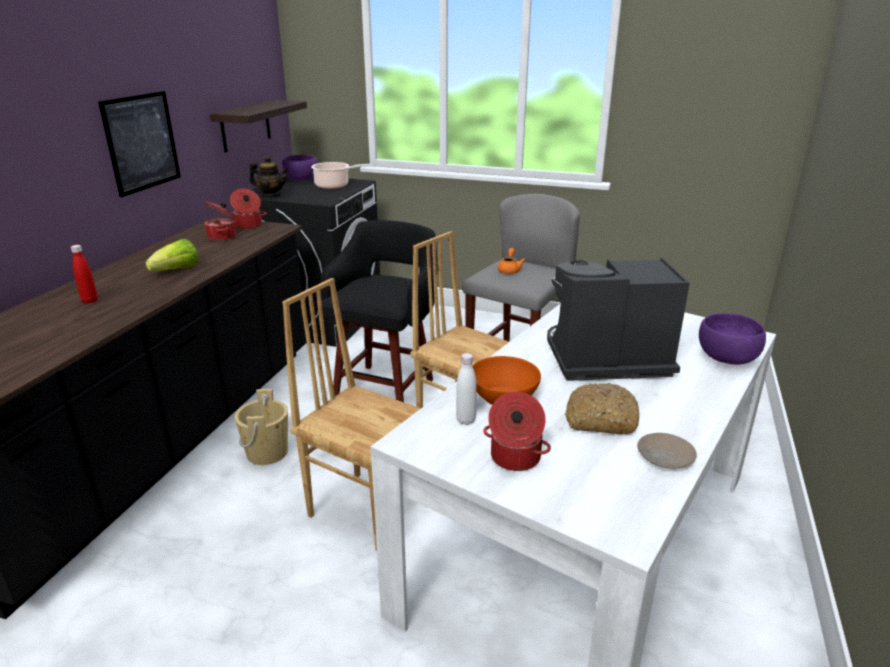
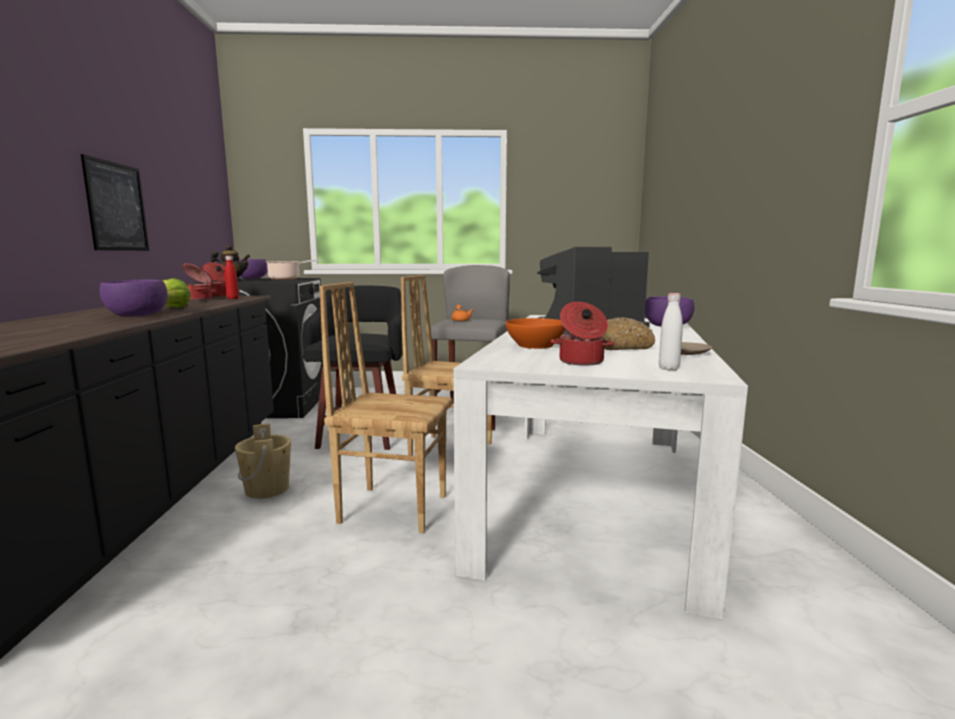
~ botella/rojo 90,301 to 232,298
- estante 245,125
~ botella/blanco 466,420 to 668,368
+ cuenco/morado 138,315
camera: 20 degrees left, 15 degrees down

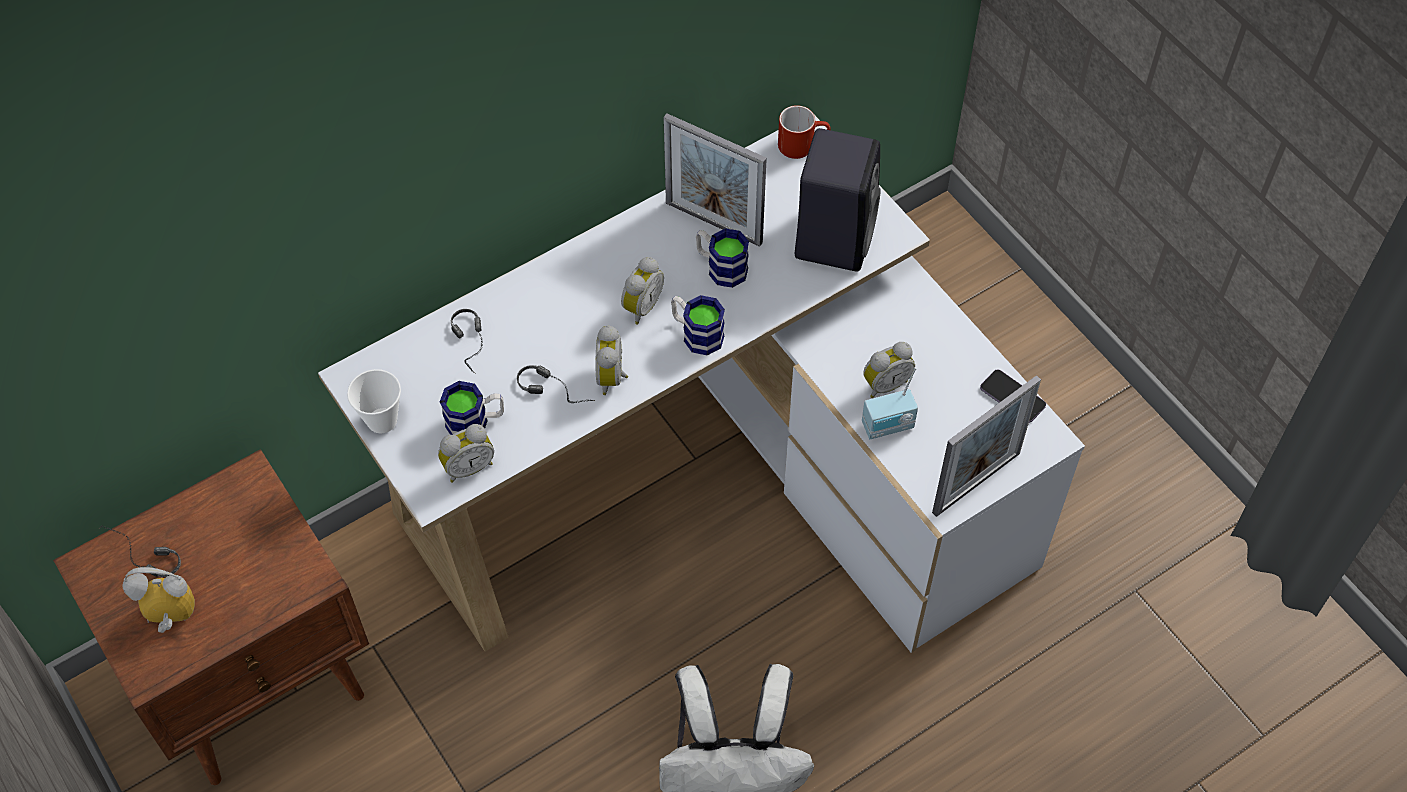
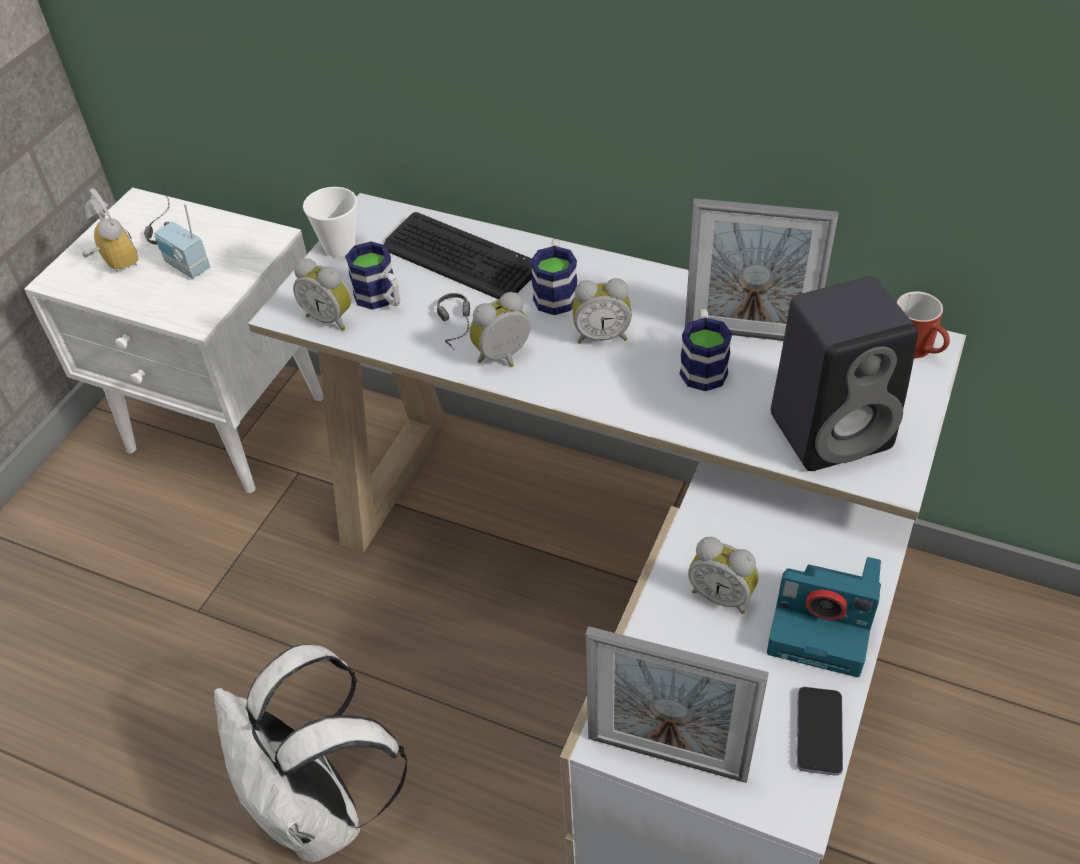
~ mesita de noche/marrón 258,679 to mesita de noche/blanco 228,425
~ auriculares 474,347 to teclado 459,259
~ portarretratos 713,223 = 749,334 75 degrees counterclockwise
~ taza grande 696,333 to 555,293
~ radio 888,427 to 186,267
+ cámara 824,624
camera: 60 degrees right, 10 degrees down

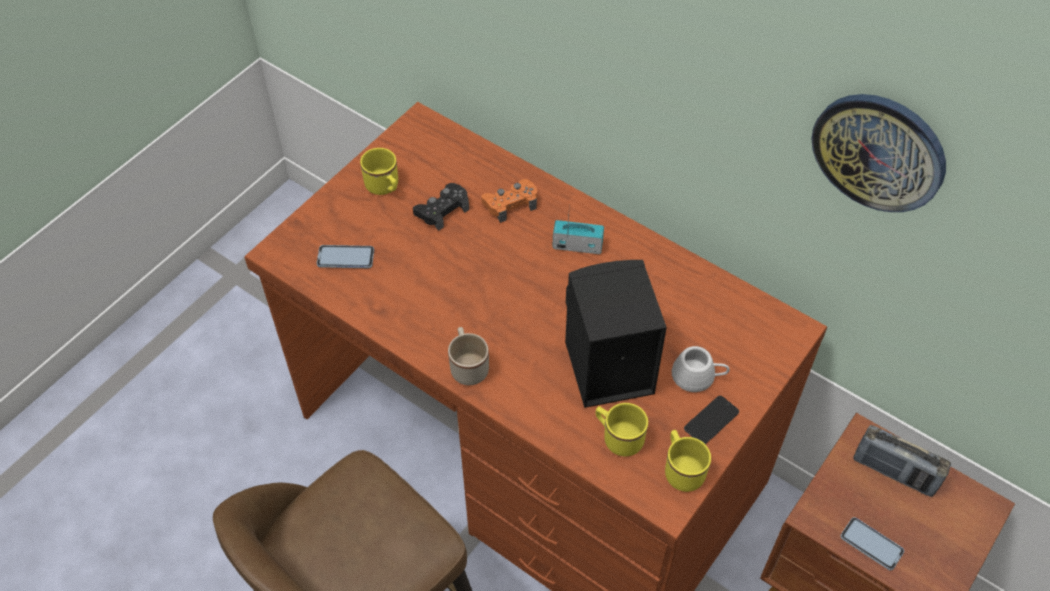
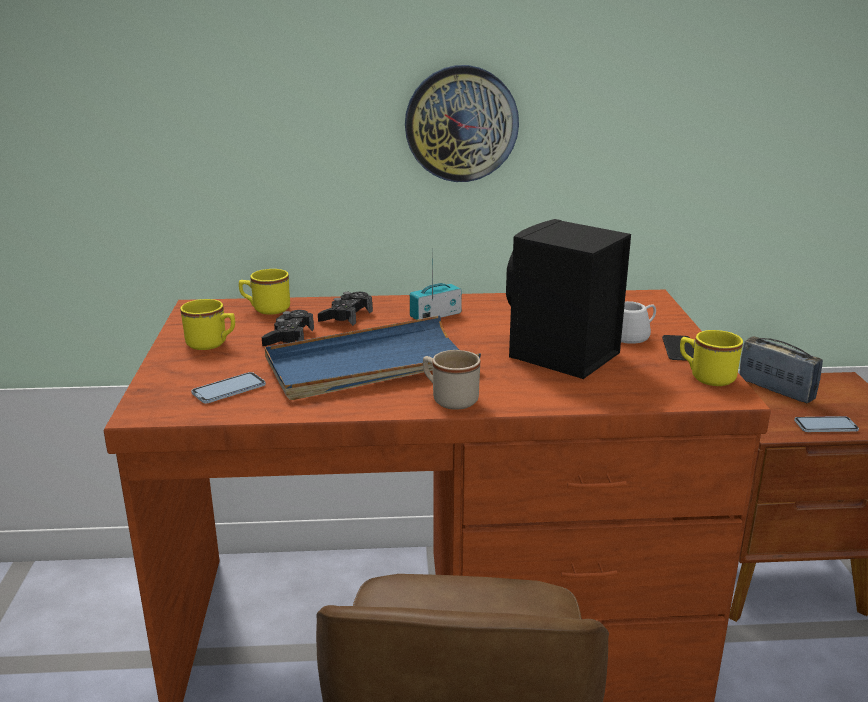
~ mando de consola/naranja 510,204 to mando de consola/negro 346,316
~ taza grande/amarillo 618,437 to 266,309
~ reloj de pared 879,151 to 461,124
~ radio 894,472 = 776,389 120 degrees counterclockwise
+ bandeja/azul 369,365
camera: 40 degrees left, 30 degrees down

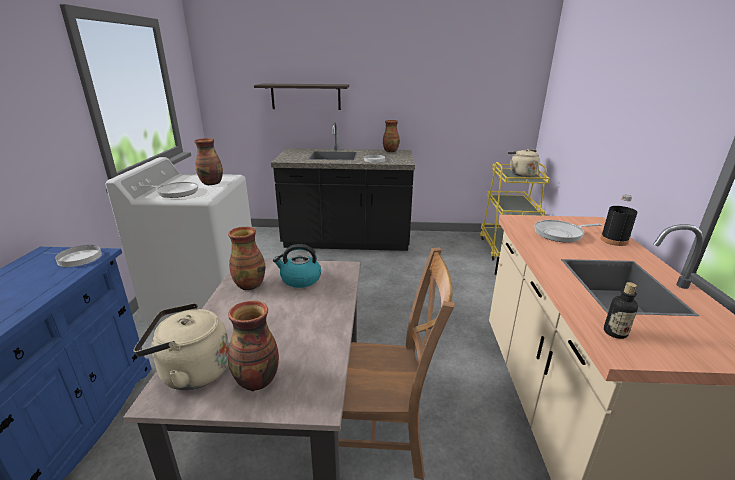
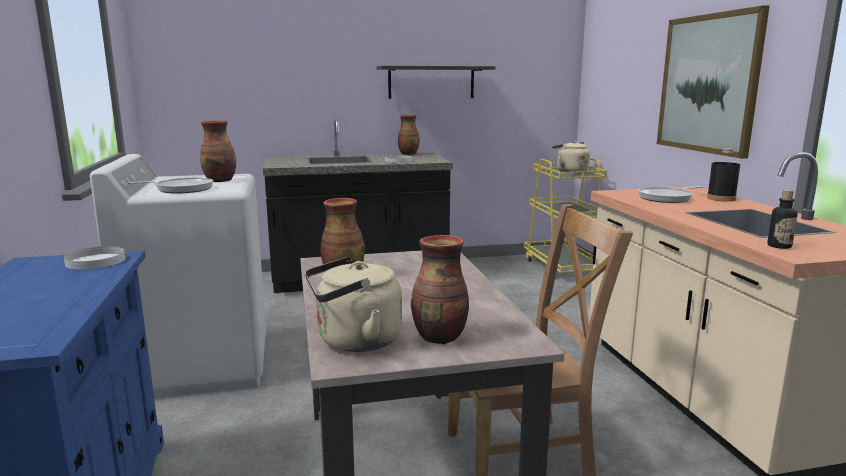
~ estante 305,96 to 431,82
- hervidor 300,279
+ cuadro 708,84
camera: 15 degrees left, 10 degrees down

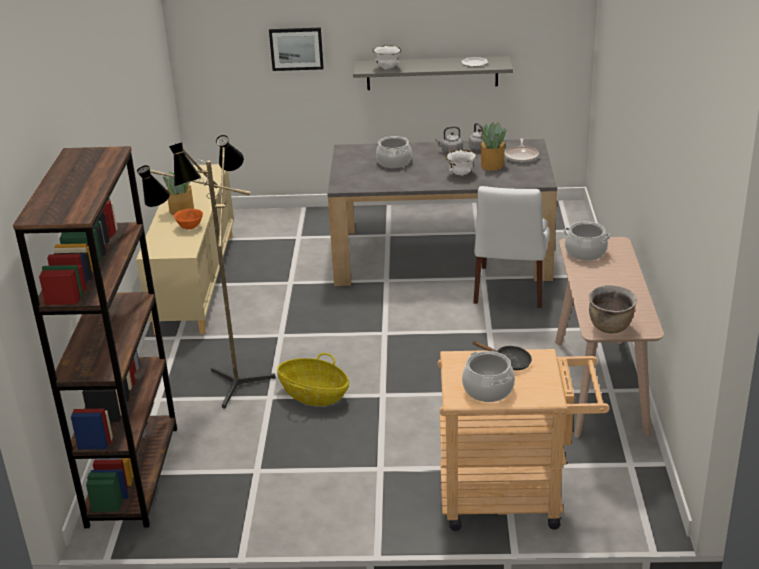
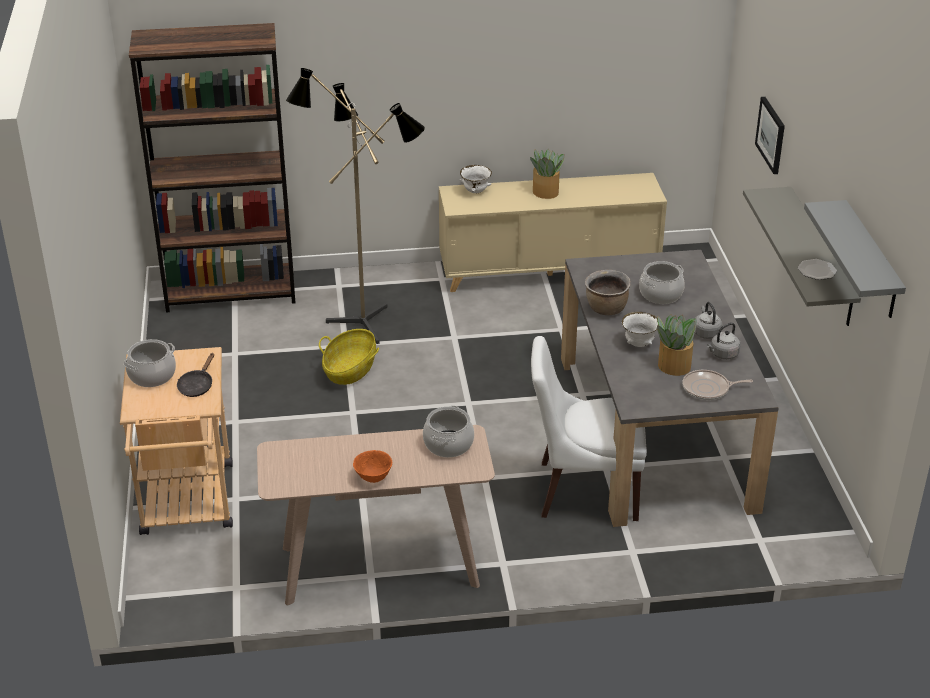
~ cuenco/naranja 190,227 to 373,478
~ cuenco/blanco 387,68 to 475,191
~ olla/marrón 610,327 to 606,309
+ estante/gris 871,261
camera: 80 degrees right, 5 degrees up

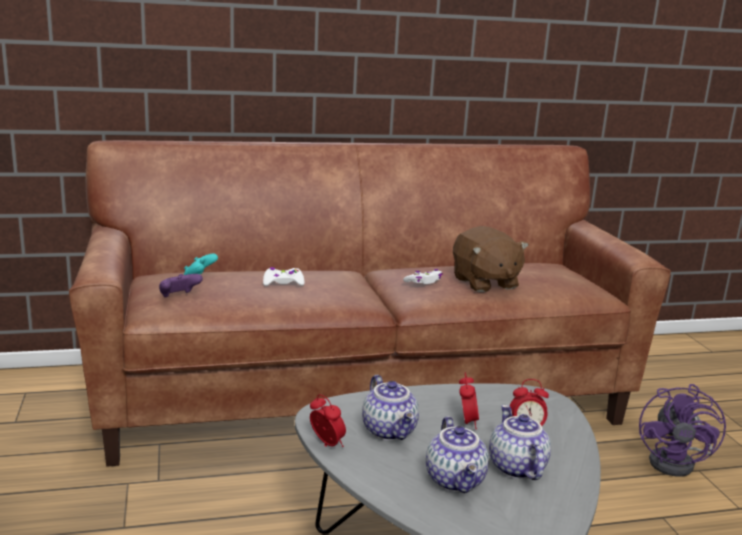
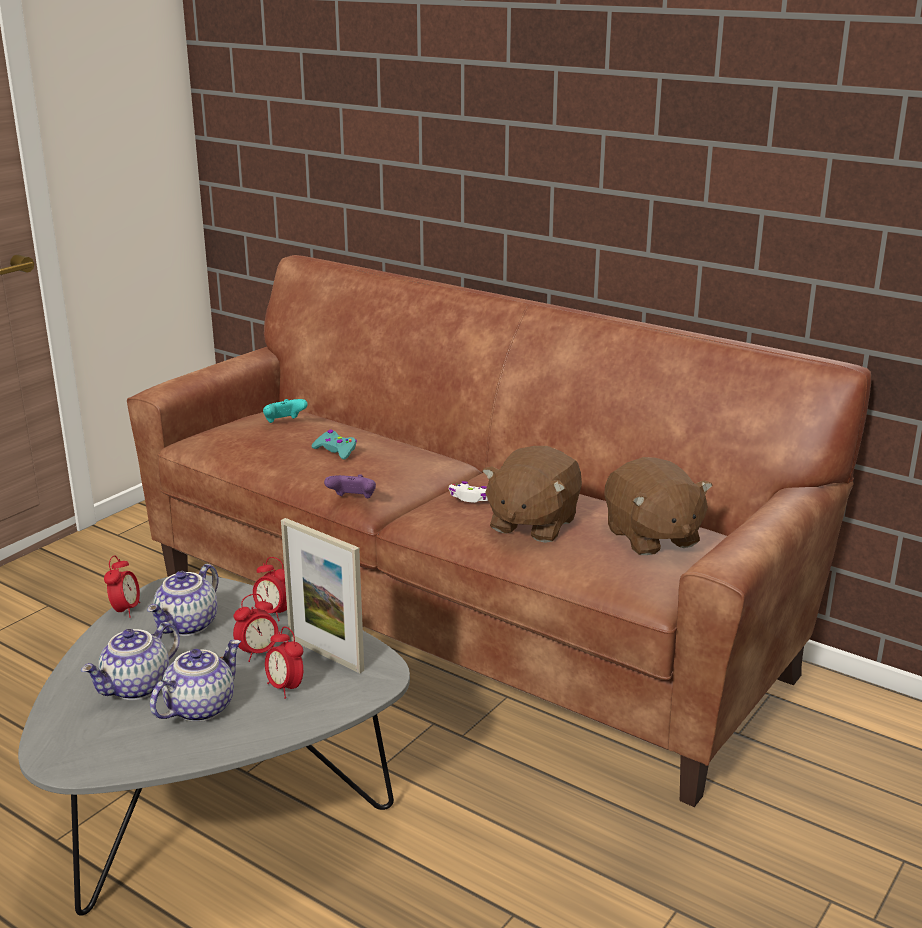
~ mando de consola/morado 179,297 to 352,500
~ mando de consola/blanco 283,282 to mando de consola/turquesa 336,450
- ventilador/morado 678,463
+ despertador 274,613
+ portarretratos 325,654
+ peluche/marrón 651,537
camera: 50 degrees right, 5 degrees up

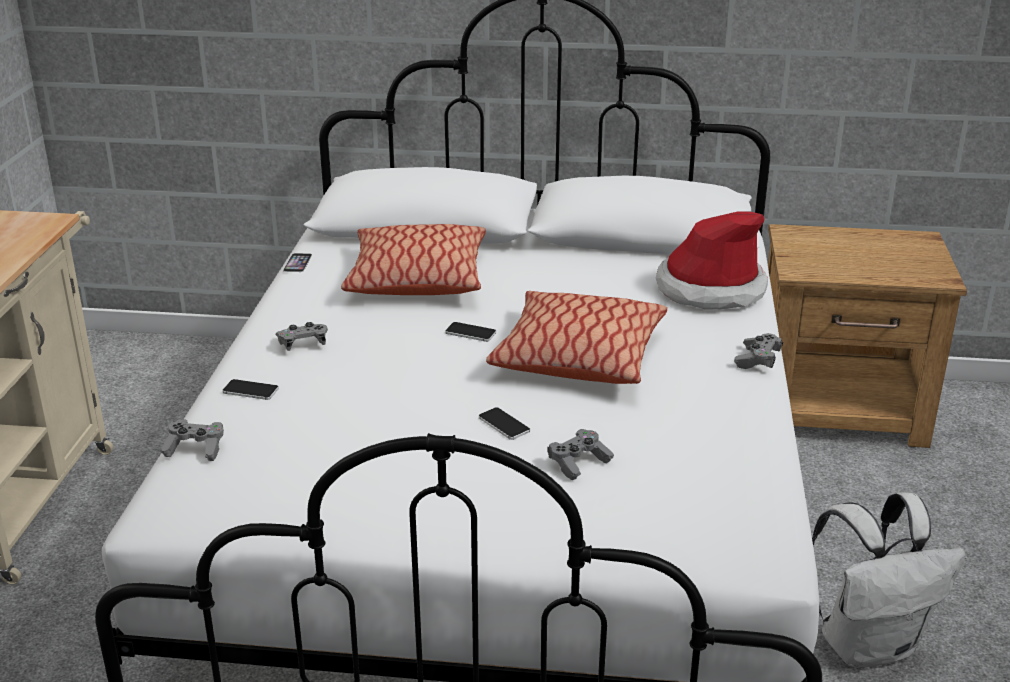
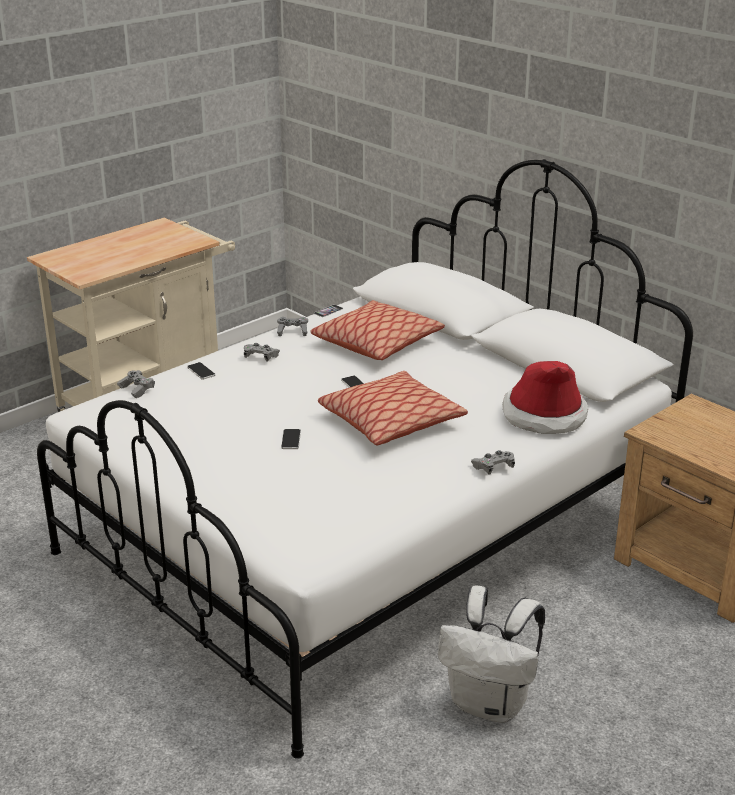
~ mando de consola/gris 579,463 to 292,332
camera: 40 degrees right, 0 degrees up

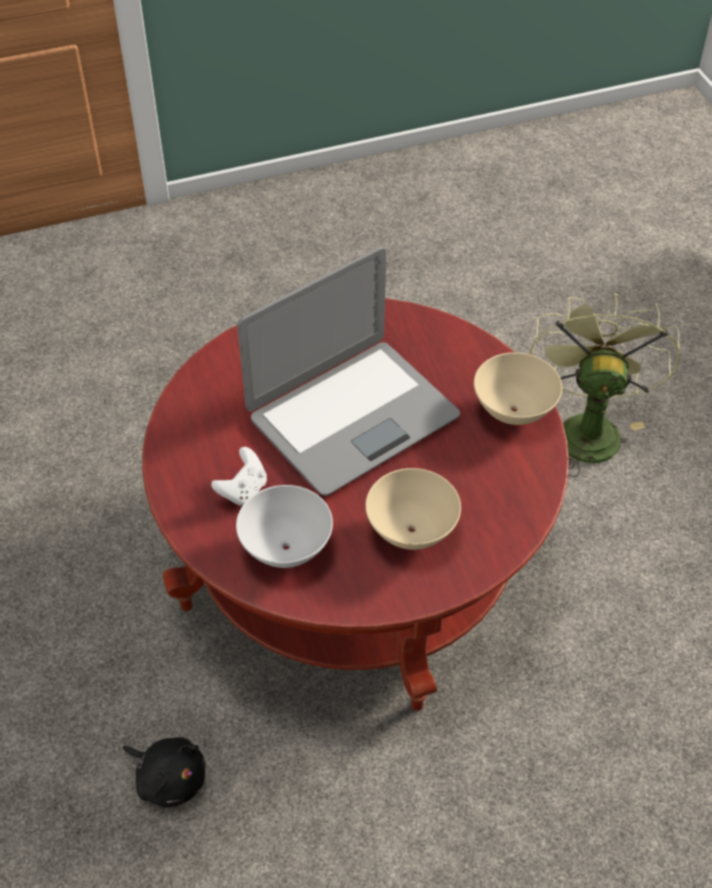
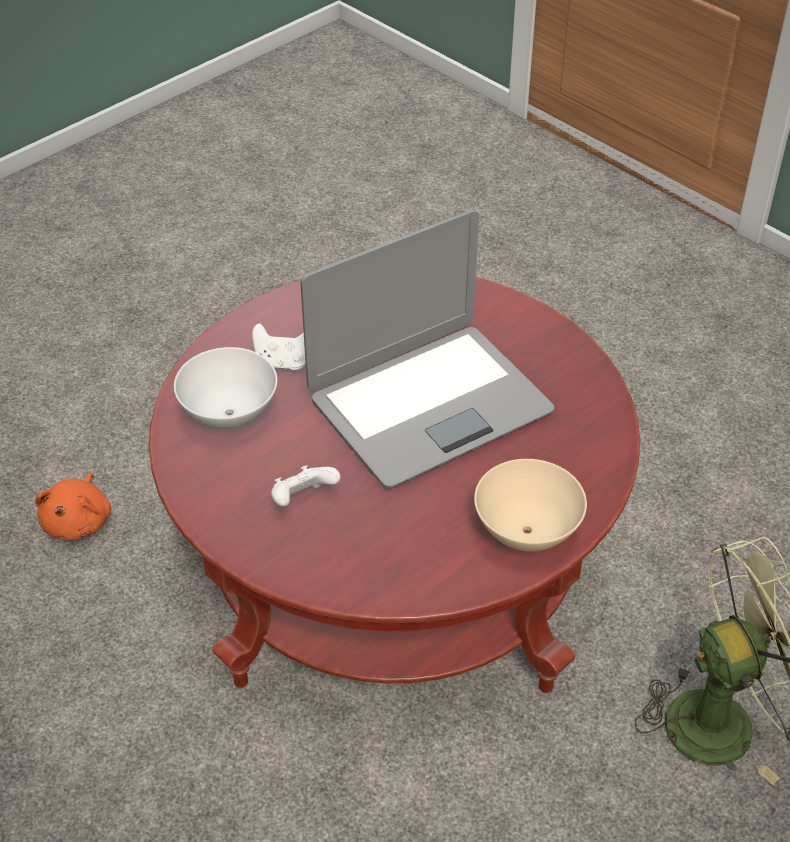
~ peluche/negro 169,778 to peluche/naranja 79,521
~ portátil 352,416 = 428,404 60 degrees counterclockwise
~ cuenco/beis 411,530 to mando de consola/blanco 302,500
camera: 65 degrees right, 5 degrees down

